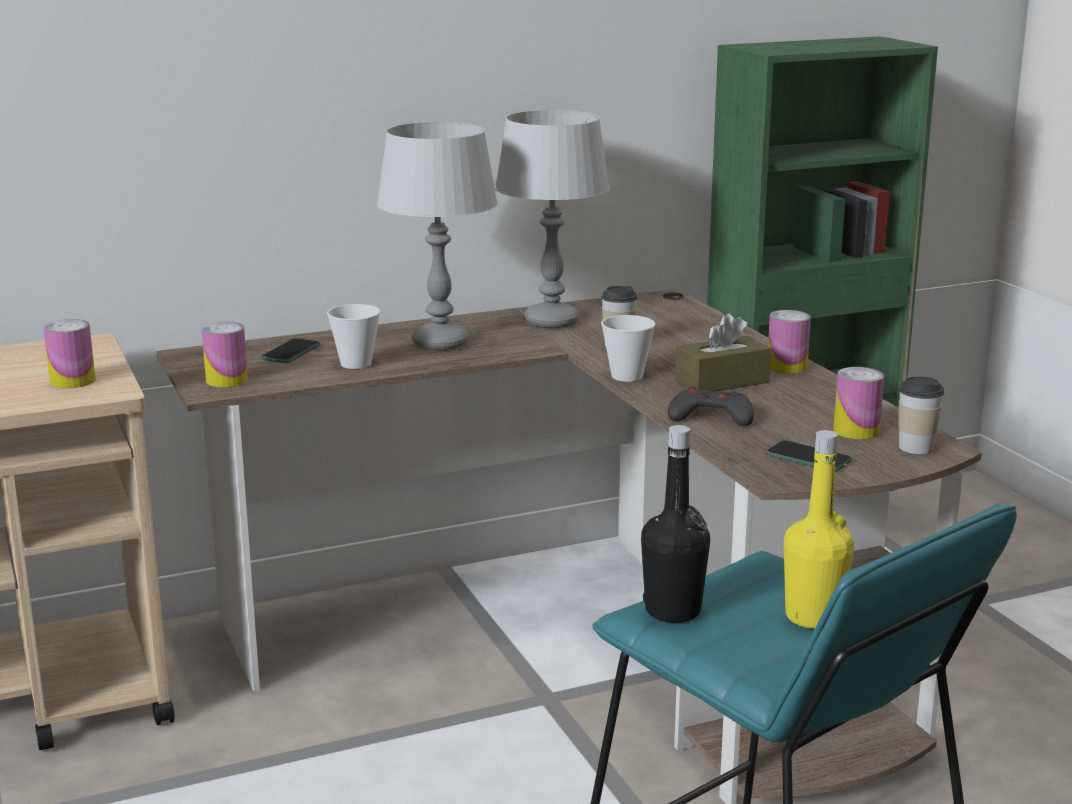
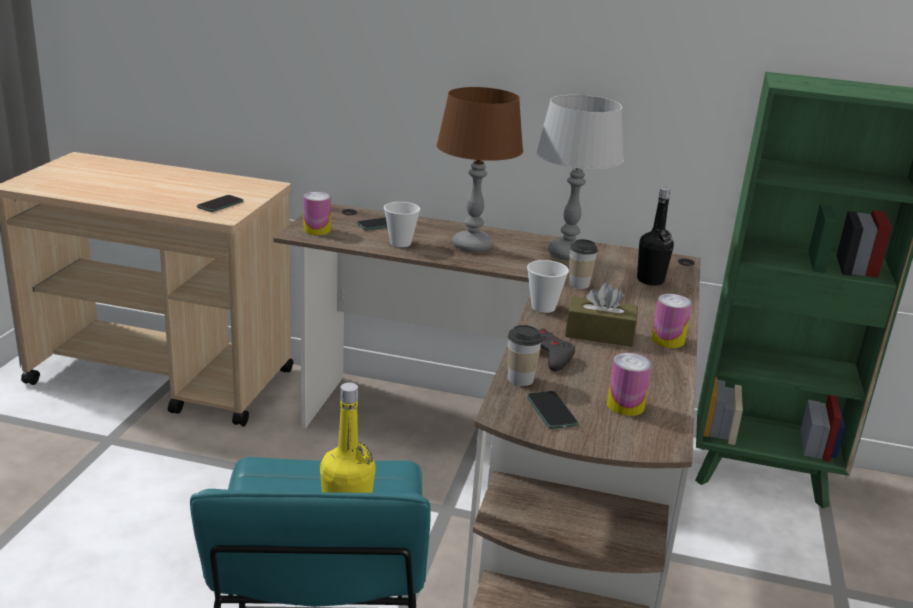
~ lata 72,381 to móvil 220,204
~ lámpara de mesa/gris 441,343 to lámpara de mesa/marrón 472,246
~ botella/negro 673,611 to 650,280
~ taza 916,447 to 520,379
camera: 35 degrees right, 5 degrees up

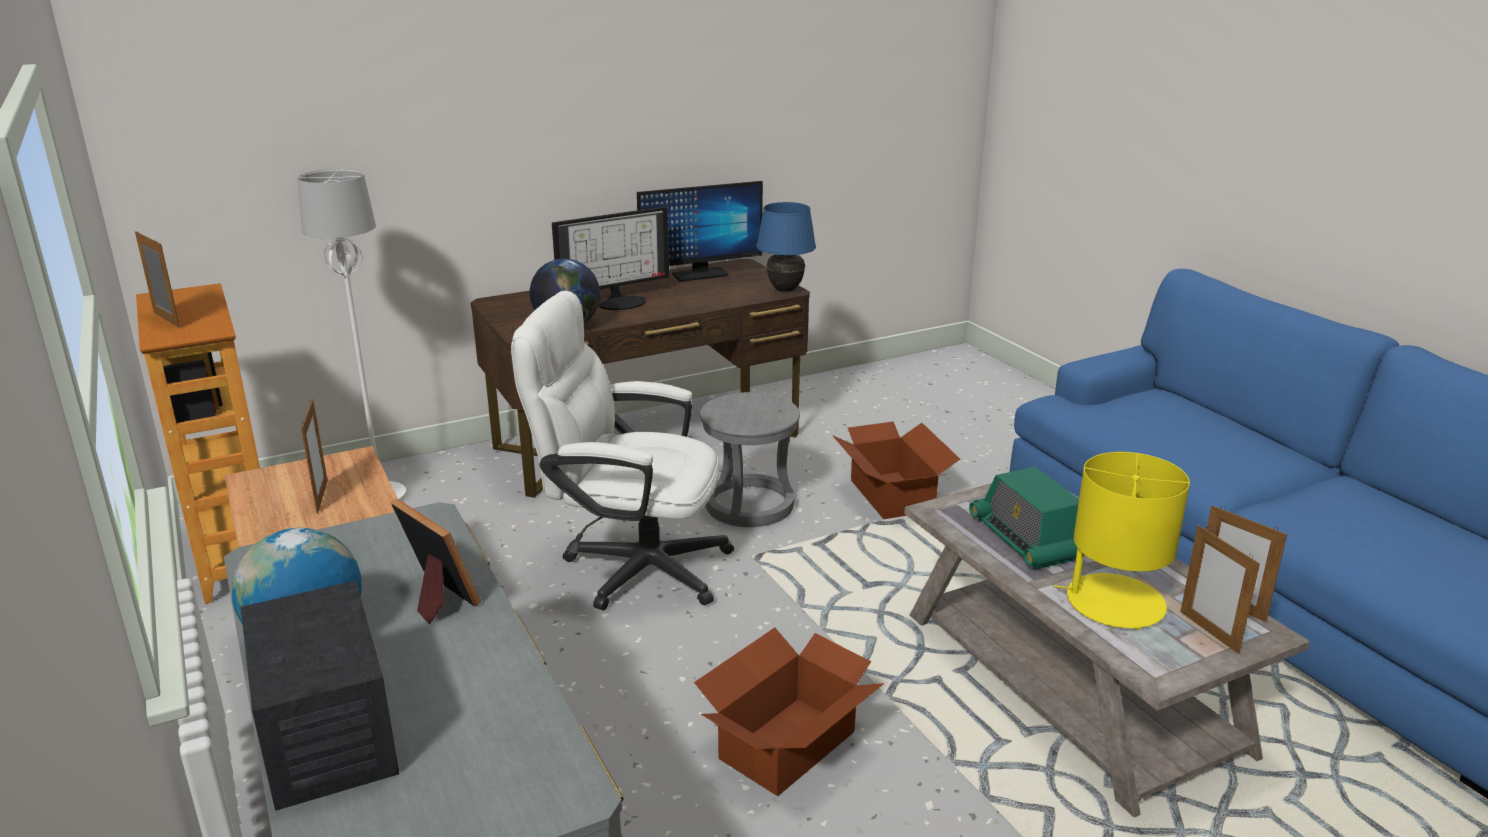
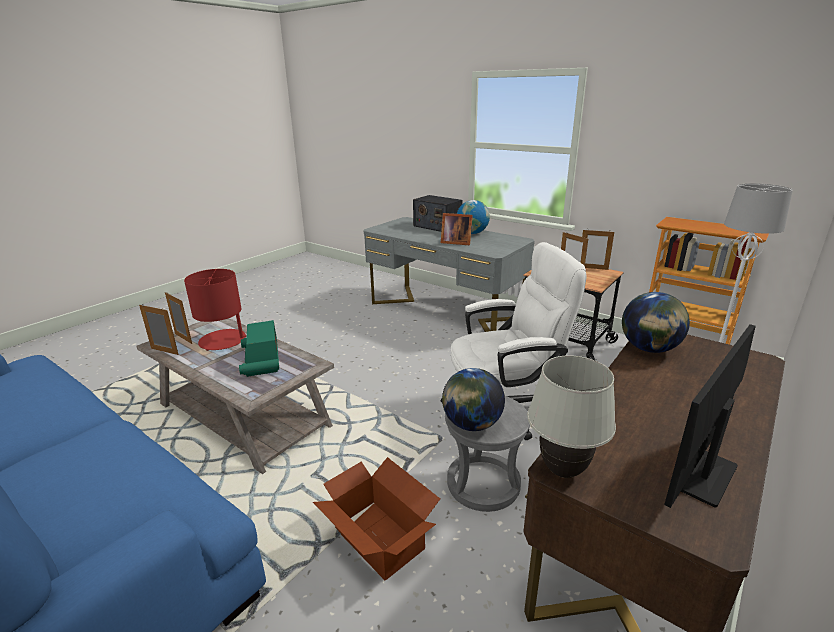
~ portarretratos 166,320 to 593,268
- monitor 621,302
- caja de cartón 785,745
~ lámpara de mesa/azul 785,290 to lámpara de mesa/blanco 562,470
~ radio 1026,539 = 261,360 150 degrees counterclockwise
~ lámpara de mesa/amarillo 1113,603 to lámpara de mesa/rojo 223,340
+ globo terráqueo 471,424
camera: 155 degrees right, 0 degrees up

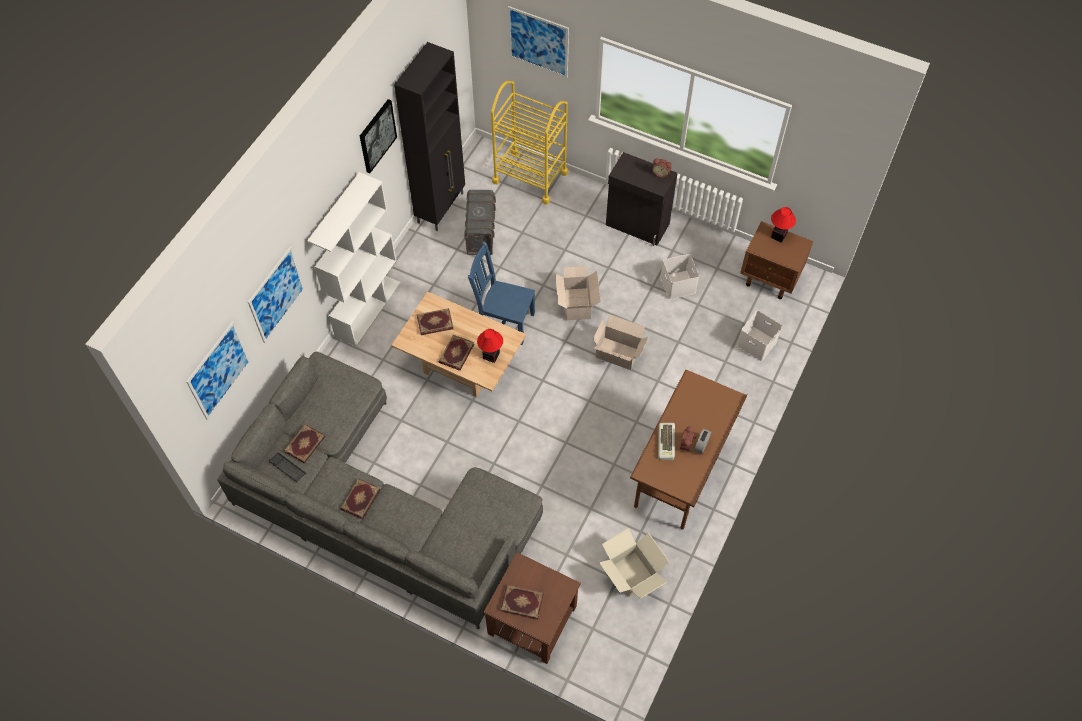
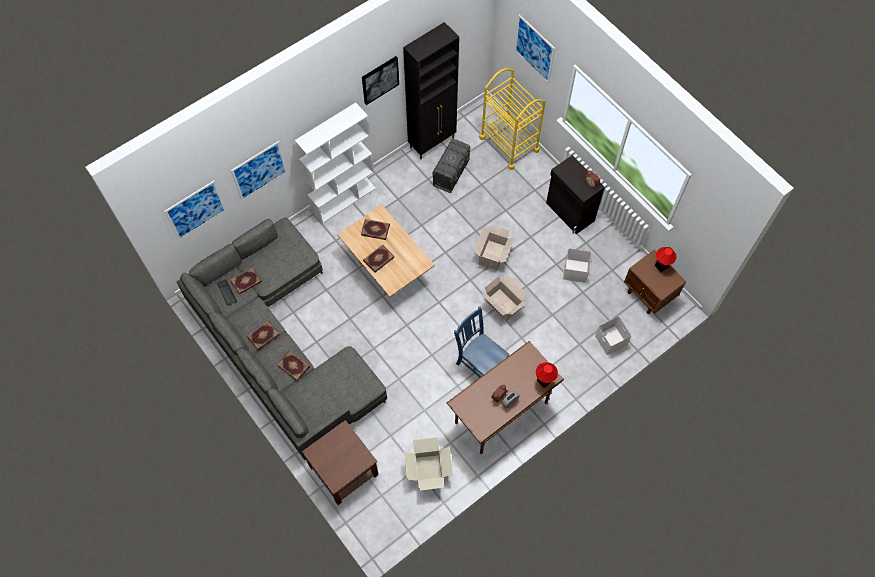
~ silla/azul 503,322 to 480,364
~ lámpara de mesa 491,355 to 544,380
~ libro 522,602 to 293,365
- teclado 667,443
camera: 25 degrees right, 5 degrees up

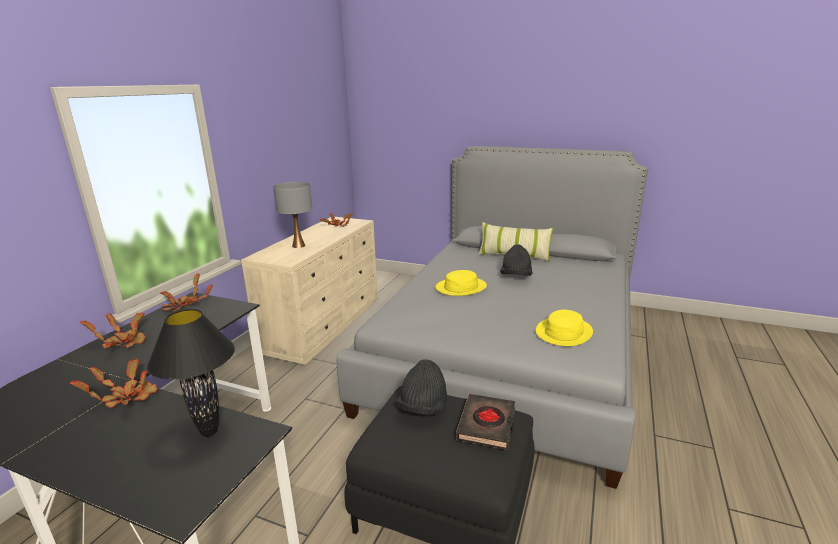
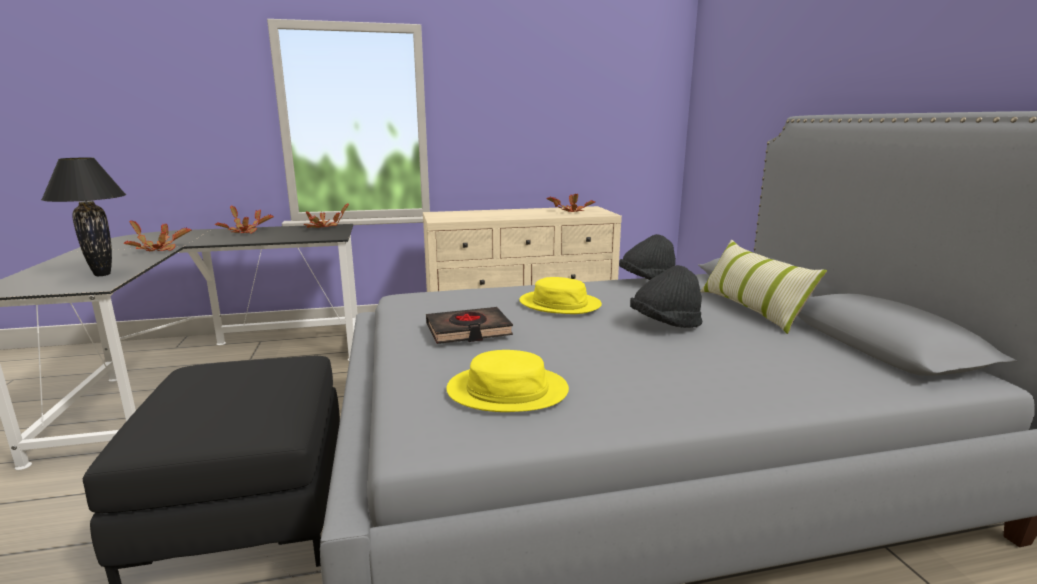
- lámpara de mesa/gris 298,246
~ sombrero/negro 423,408 to 647,281
~ libro/negro 487,425 to 468,331
camera: 55 degrees right, 5 degrees down

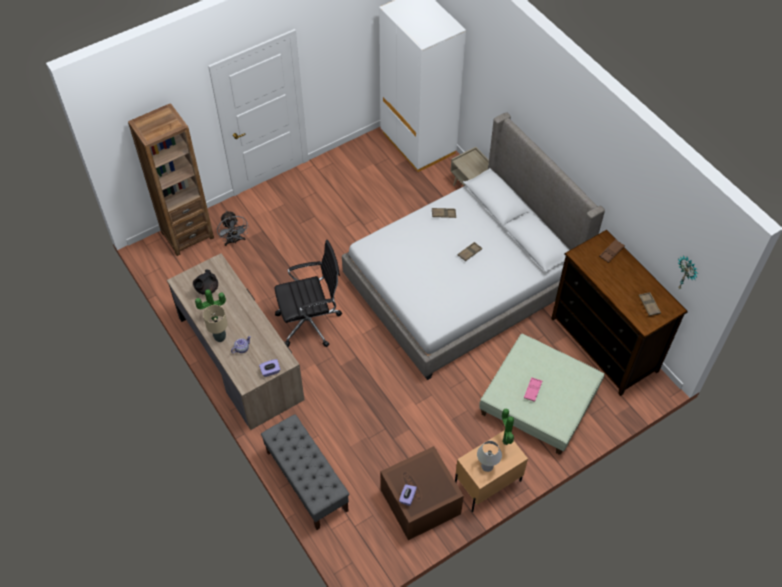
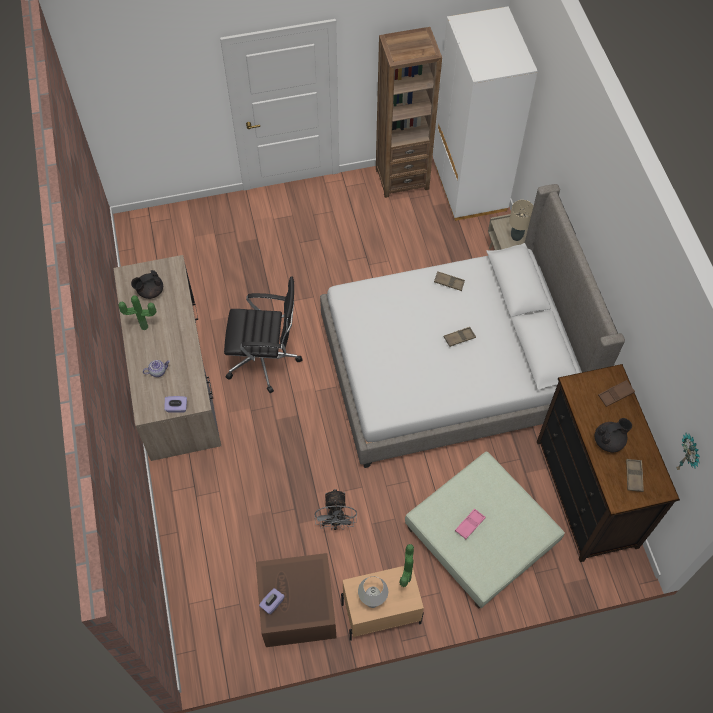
~ estantería/marrón 187,235 to 402,179
~ lámpara de mesa/beis 220,337 to 516,236
~ ventilador/gris 234,241 to 336,522
- banco/gris 306,481
+ tetera/negro 609,441
camera: 20 degrees right, 5 degrees up

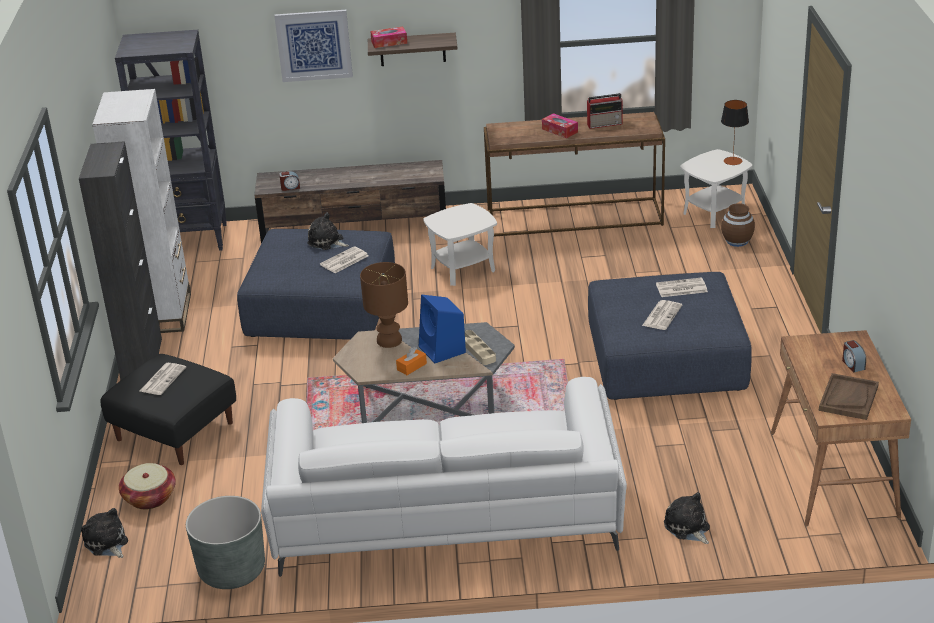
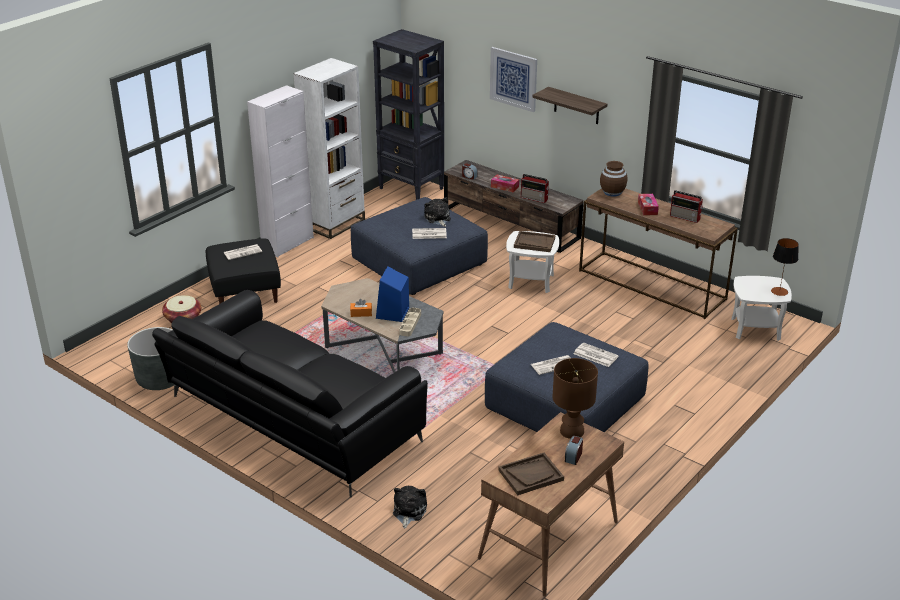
~ armario/negro 141,360 to armario/blanco 287,244
- peluche 107,543
~ sofá/blanco 445,522 to sofá/negro 290,420
~ lámpara de mesa/marrón 389,341 to 571,431
~ caja de pañuelos 389,42 to 504,187
~ florero/marrón 737,241 to 612,192
+ bandeja/marrón 534,243
+ radio 535,198
camera: 40 degrees right, 0 degrees up

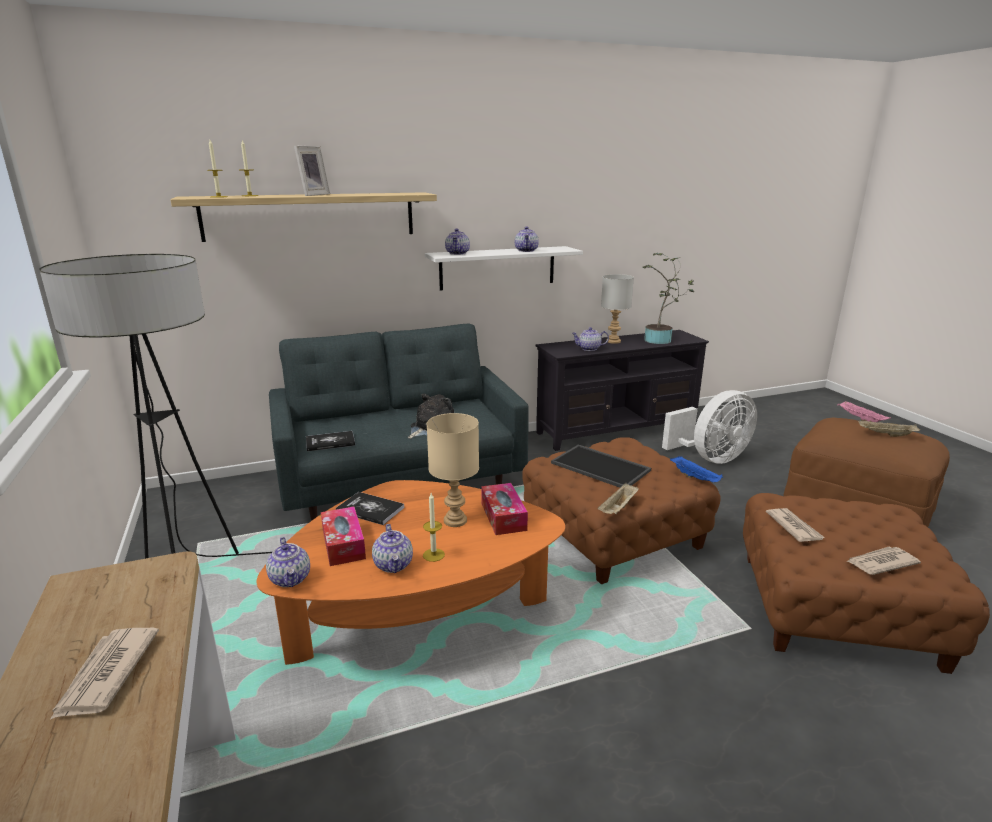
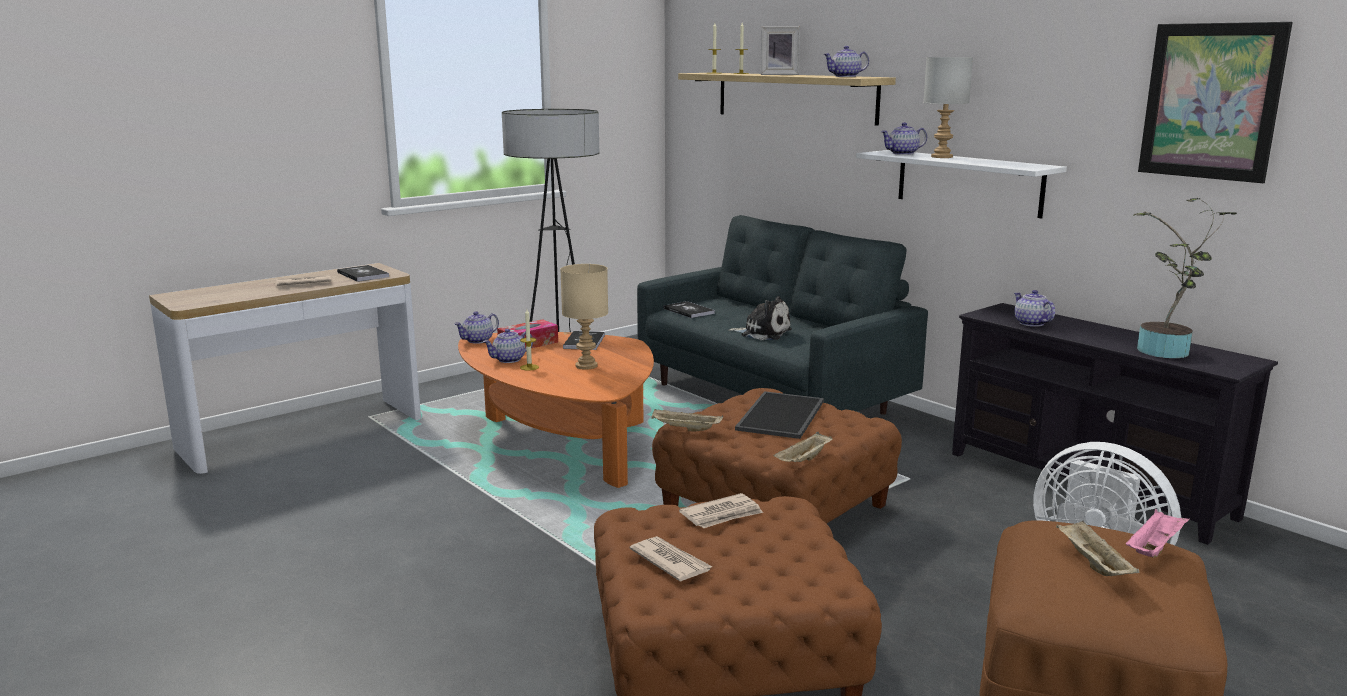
- caja de pañuelos 503,516
~ tetera 526,250 to 845,76
~ lámpara de mesa/gris 614,341 to 942,157
~ bandeja/azul 695,478 to bandeja/beis 803,461
+ libro 363,275
+ cuadro 1211,101
camera: 70 degrees right, 5 degrees down

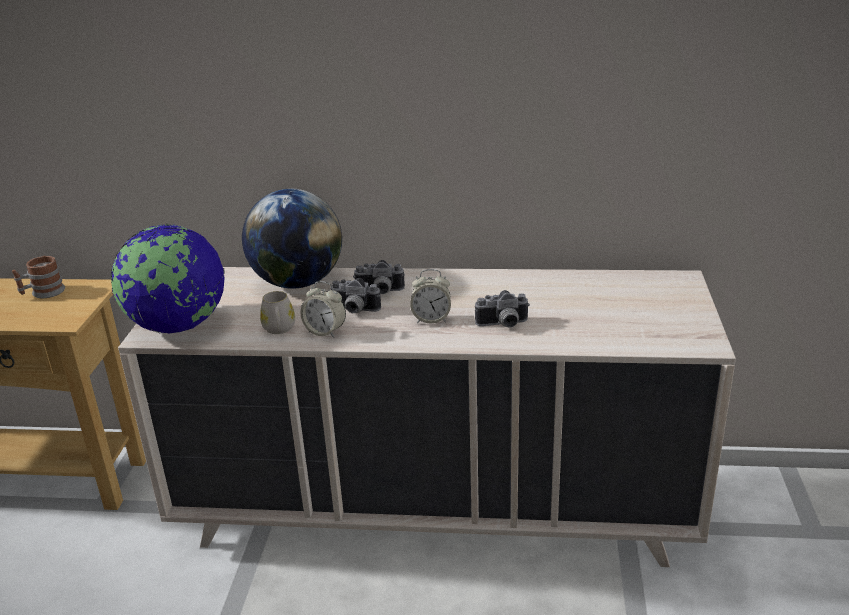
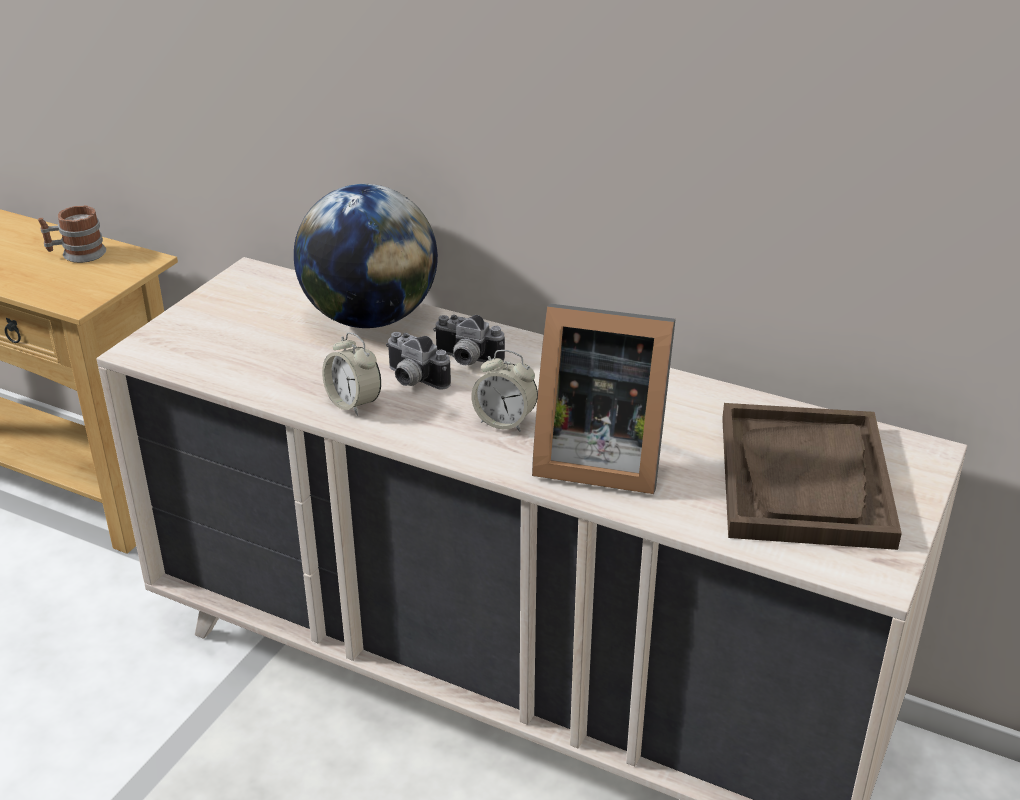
- globo terráqueo 178,326
- taza grande/blanco 279,330
~ cámara 503,325 to portarretratos 596,458
+ bandeja/marrón 804,480
camera: 20 degrees right, 5 degrees up

